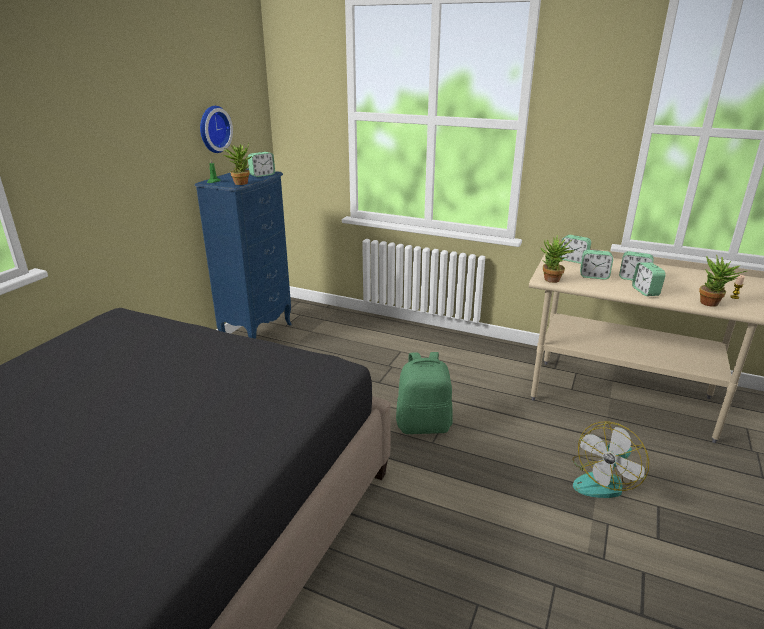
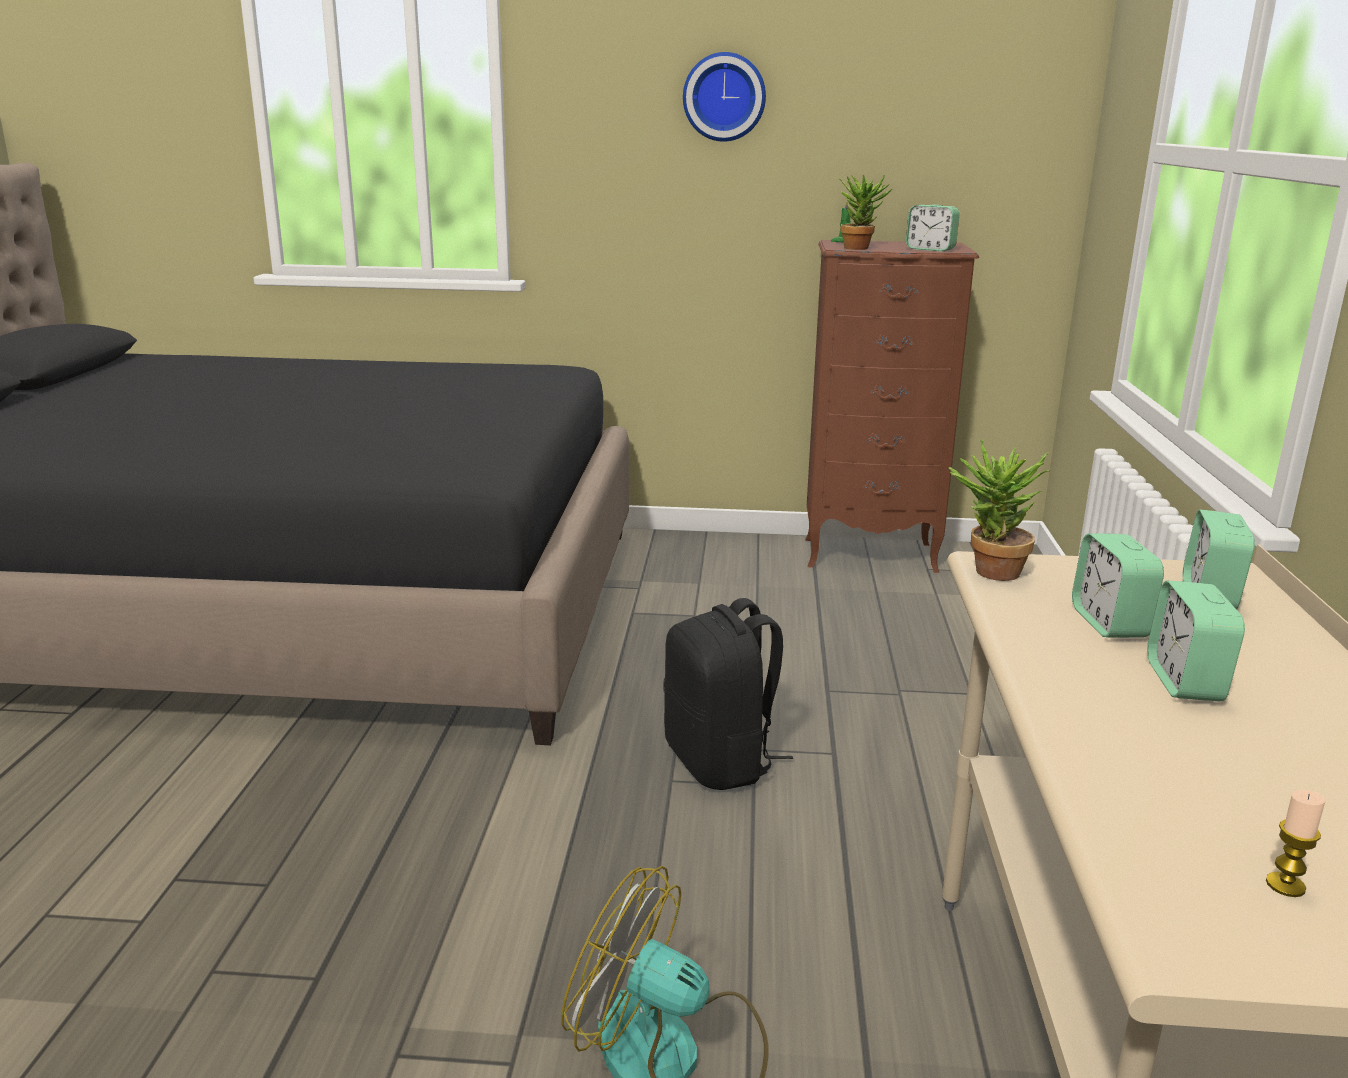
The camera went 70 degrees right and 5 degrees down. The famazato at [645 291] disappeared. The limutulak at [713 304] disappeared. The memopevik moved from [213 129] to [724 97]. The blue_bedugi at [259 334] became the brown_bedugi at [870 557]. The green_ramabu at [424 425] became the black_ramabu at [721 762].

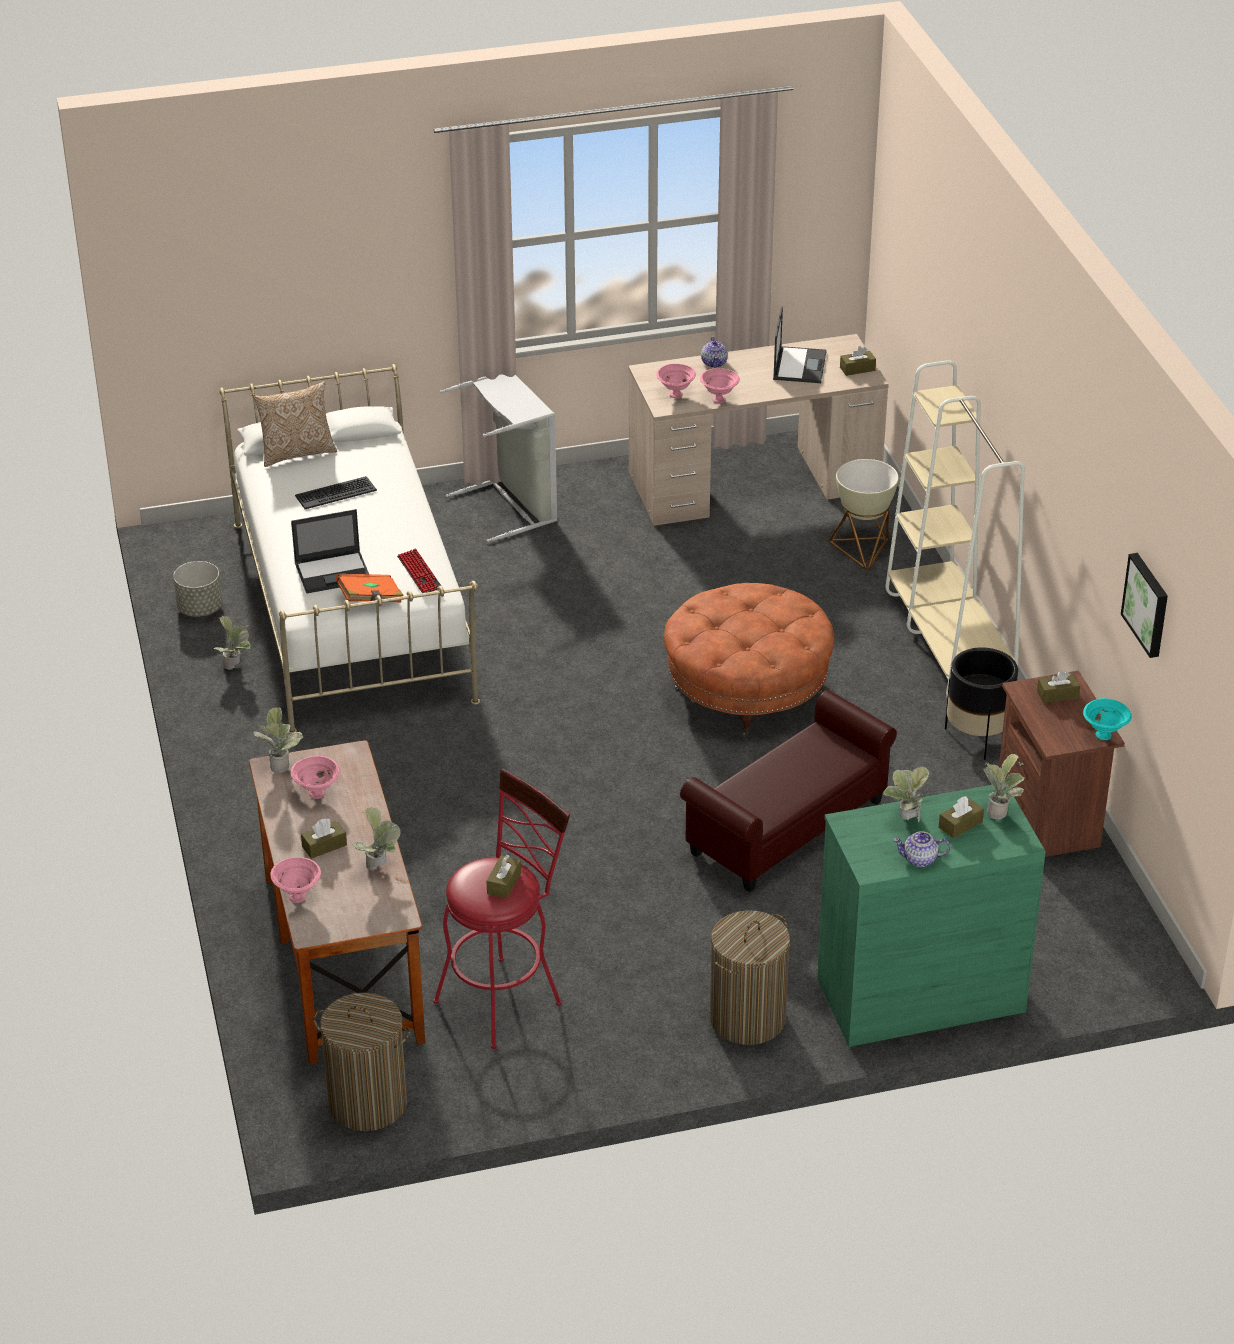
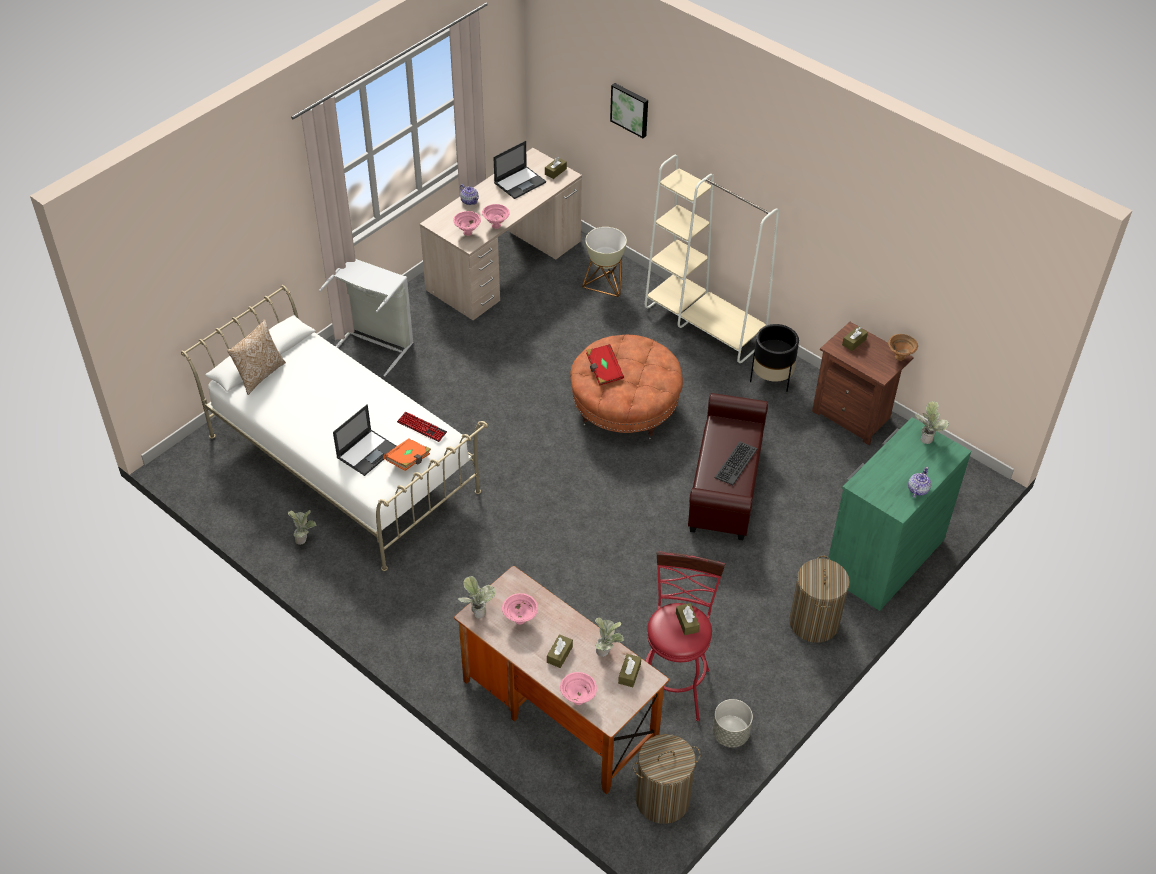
The camera went 35 degrees left and 10 degrees up. The limutulak at [905 820] disappeared. The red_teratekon at [603 371] appeared. The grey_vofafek moved from [200 609] to [730 734]. The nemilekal moved from [335 493] to [735 463]. The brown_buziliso moved from [960 824] to [629 674]. The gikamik moved from [1148 604] to [630 109]. The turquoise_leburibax at [1104 735] became the brown_leburibax at [900 357]. The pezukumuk at [799 365] turned 75 degrees clockwise. The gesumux at [920 859] turned 150 degrees clockwise.

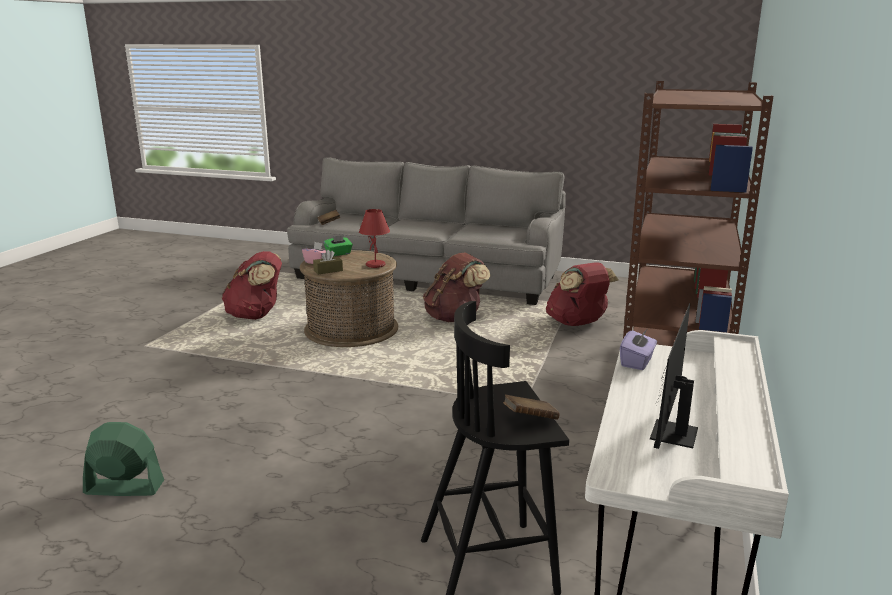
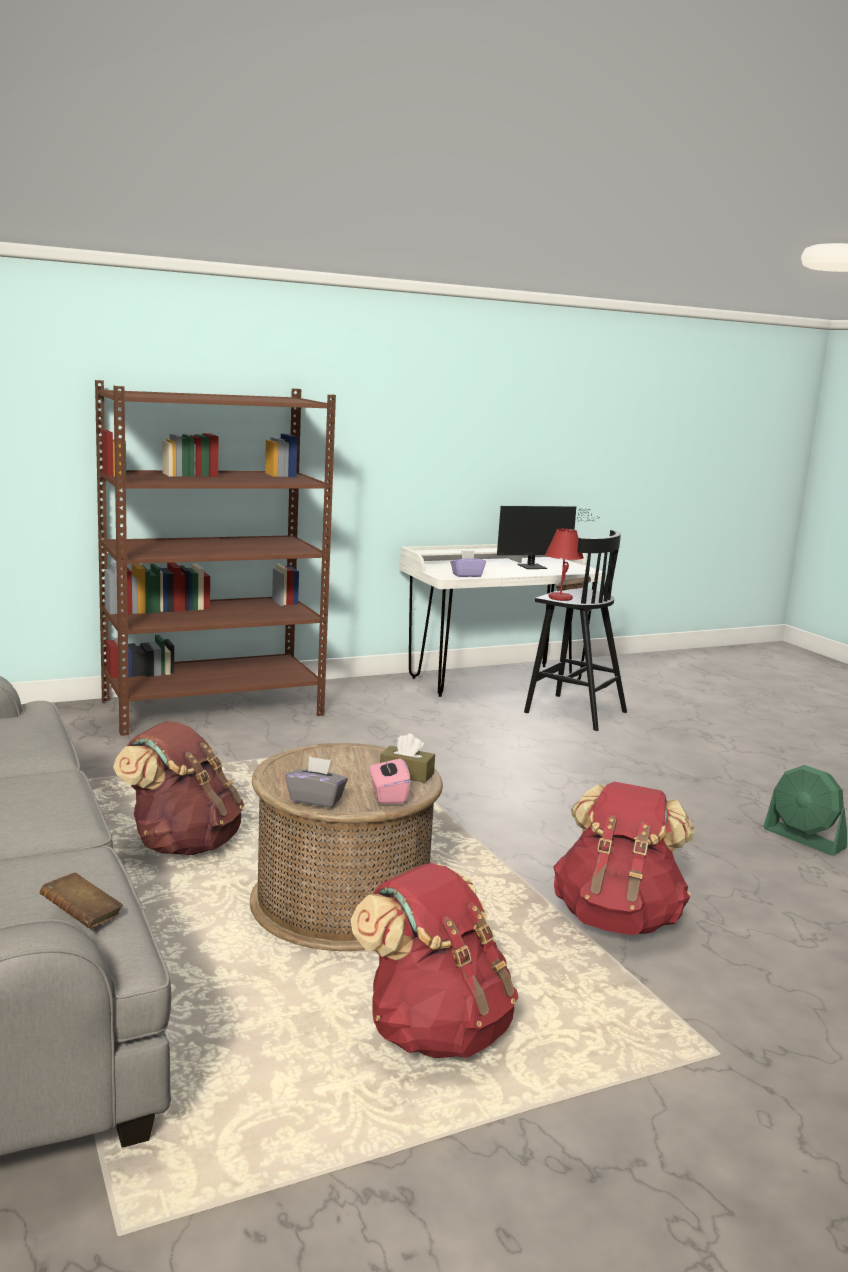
The camera went 135 degrees left and 5 degrees down. The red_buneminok moved from [376 265] to [560 598]. The red_ramabu moved from [577 323] to [617 918]. The green_buziliso at [338 254] became the grey_buziliso at [316 800].

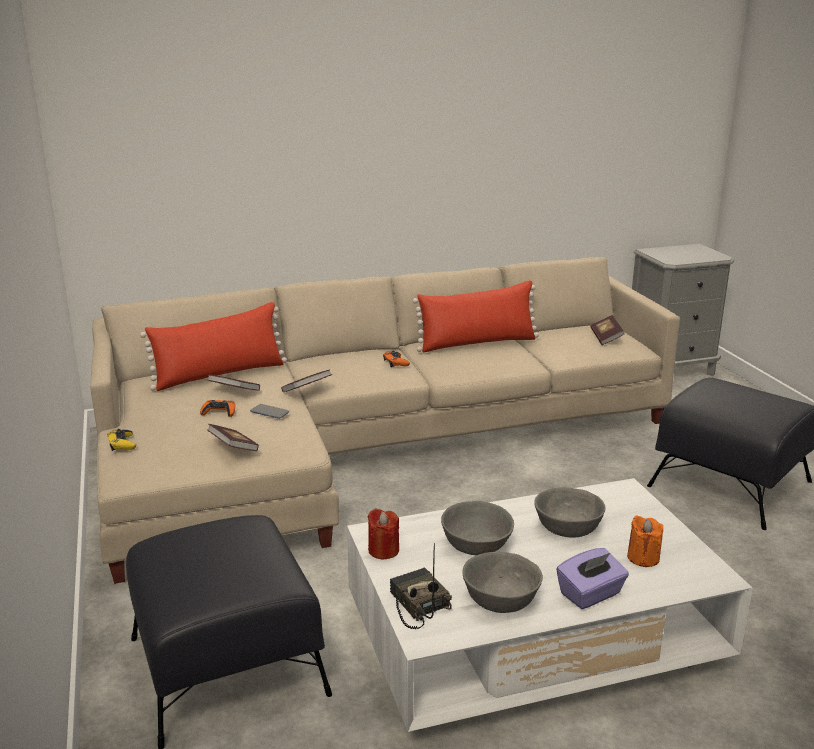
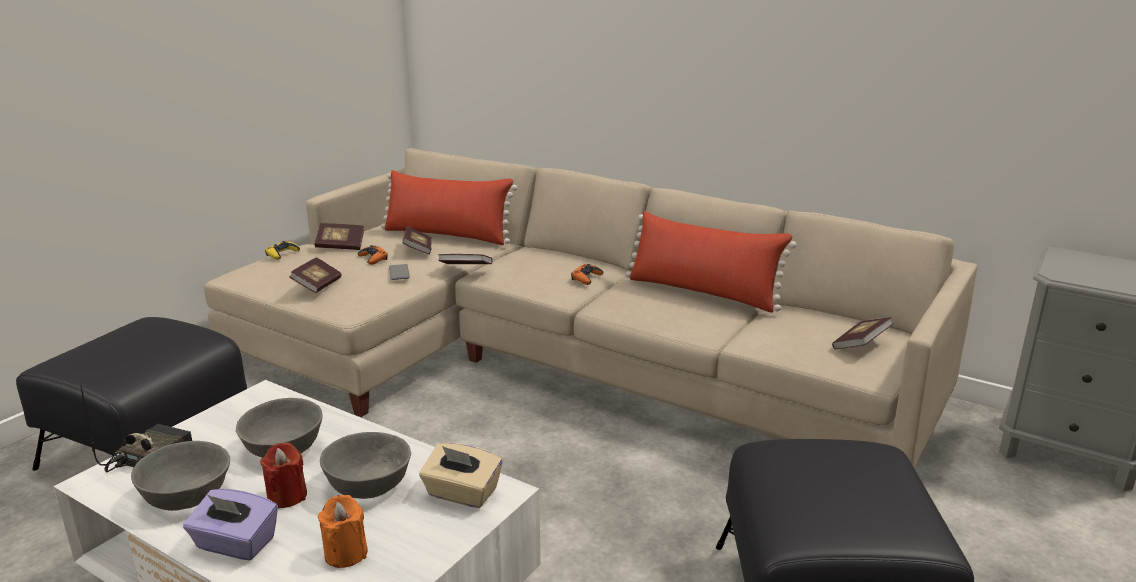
The camera went 50 degrees right and 0 degrees up. The teratekon at [340 246] appeared. The beige_buziliso at [462 494] appeared. The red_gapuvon moved from [383 550] to [287 496].

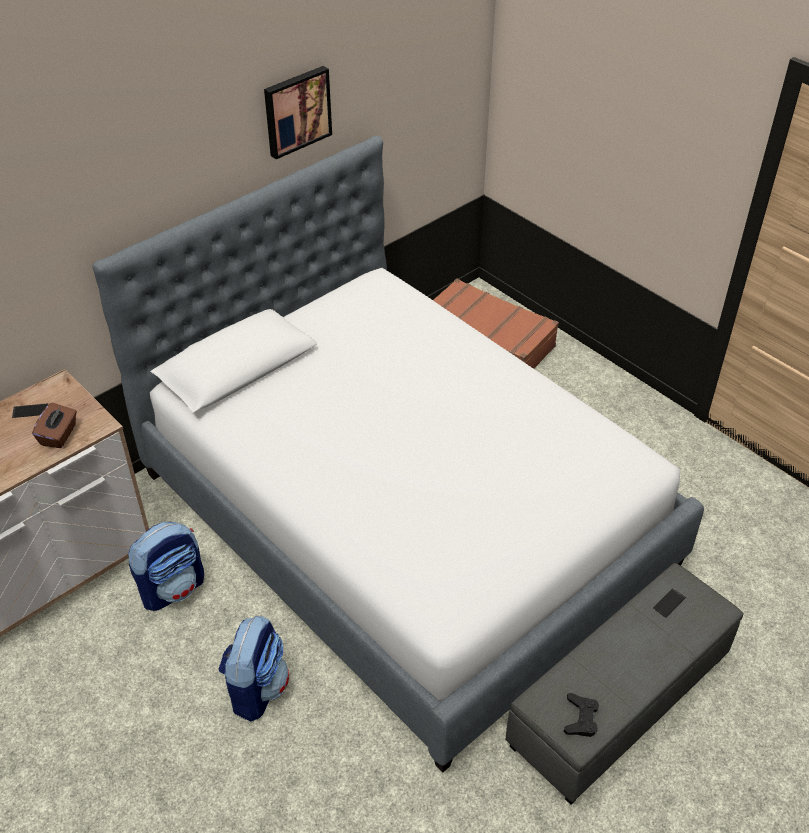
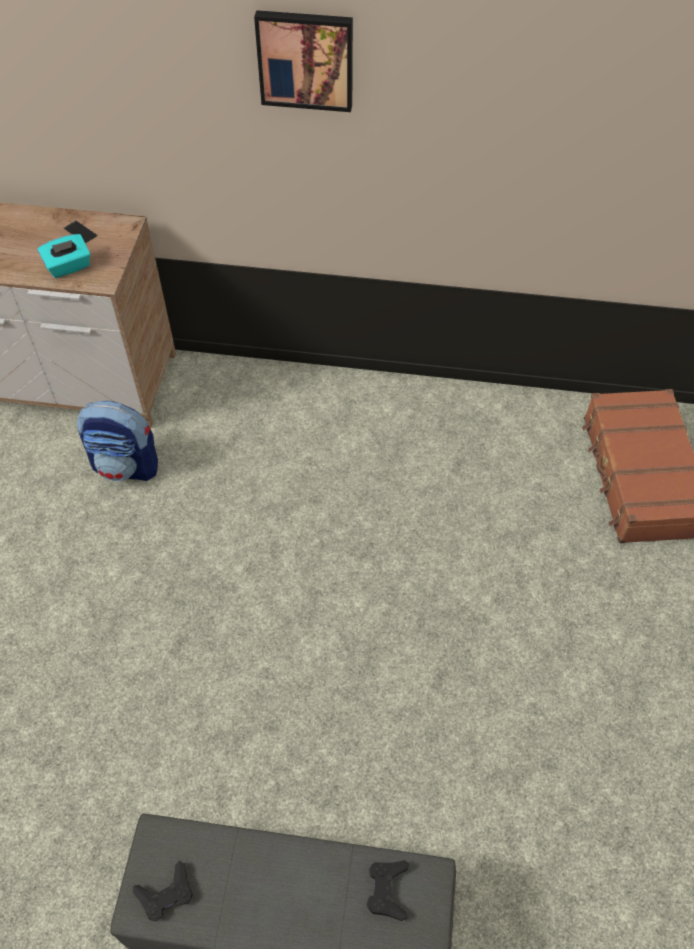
The camera went 50 degrees right and 10 degrees up. The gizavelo at [404 518] disappeared. The ramabu at [256 688] disappeared. The gikamik moved from [296 111] to [306 59]. The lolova at [669 603] was replaced by the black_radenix at [387 890]. The brown_buziliso at [59 435] became the turquoise_buziliso at [69 267].

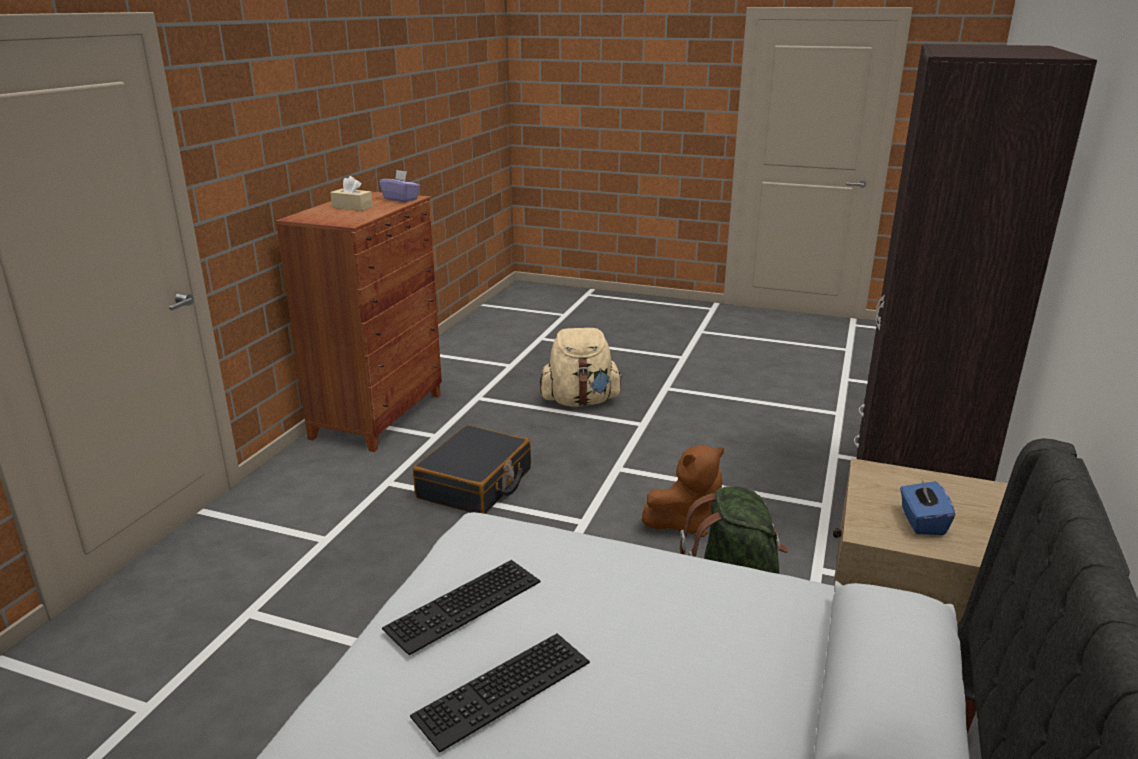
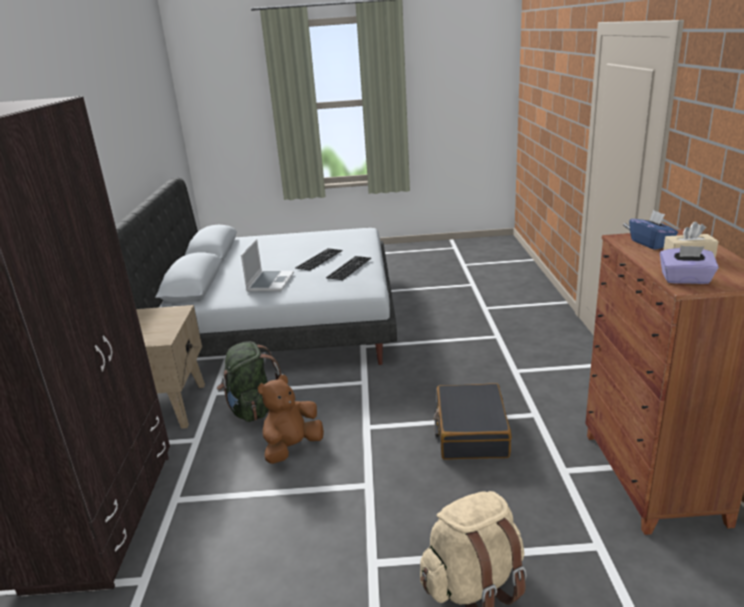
The camera went 160 degrees right and 0 degrees up. The pezukumuk at [270 282] appeared. The blue_buziliso moved from [922 522] to [651 243].

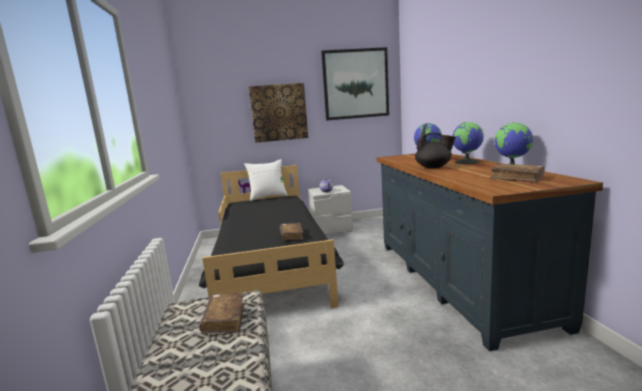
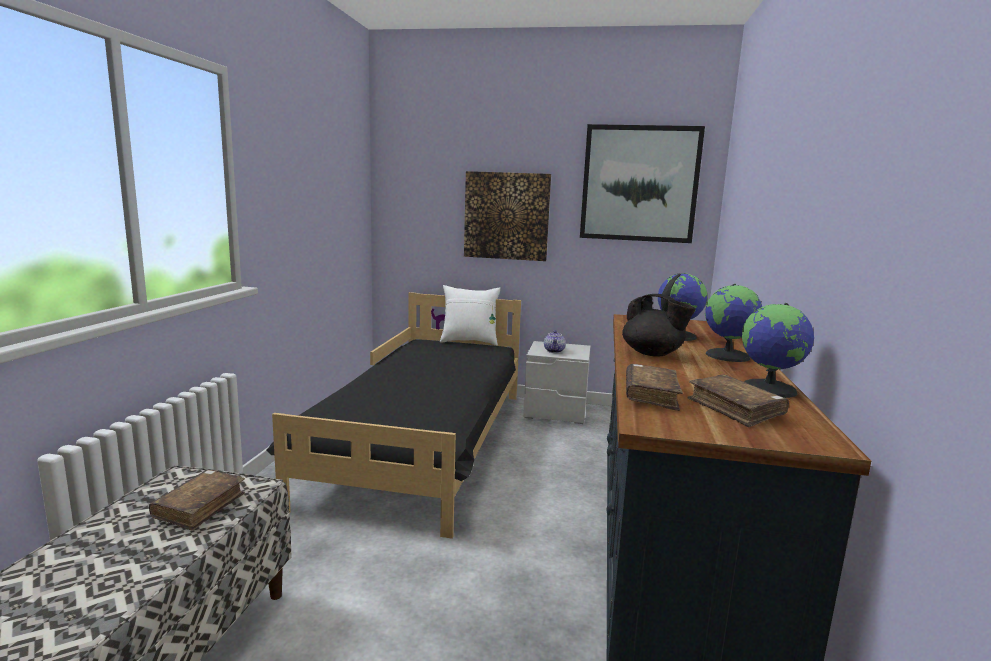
The camera went 20 degrees right and 0 degrees up. The brown_teratekon moved from [291 236] to [650 396].

